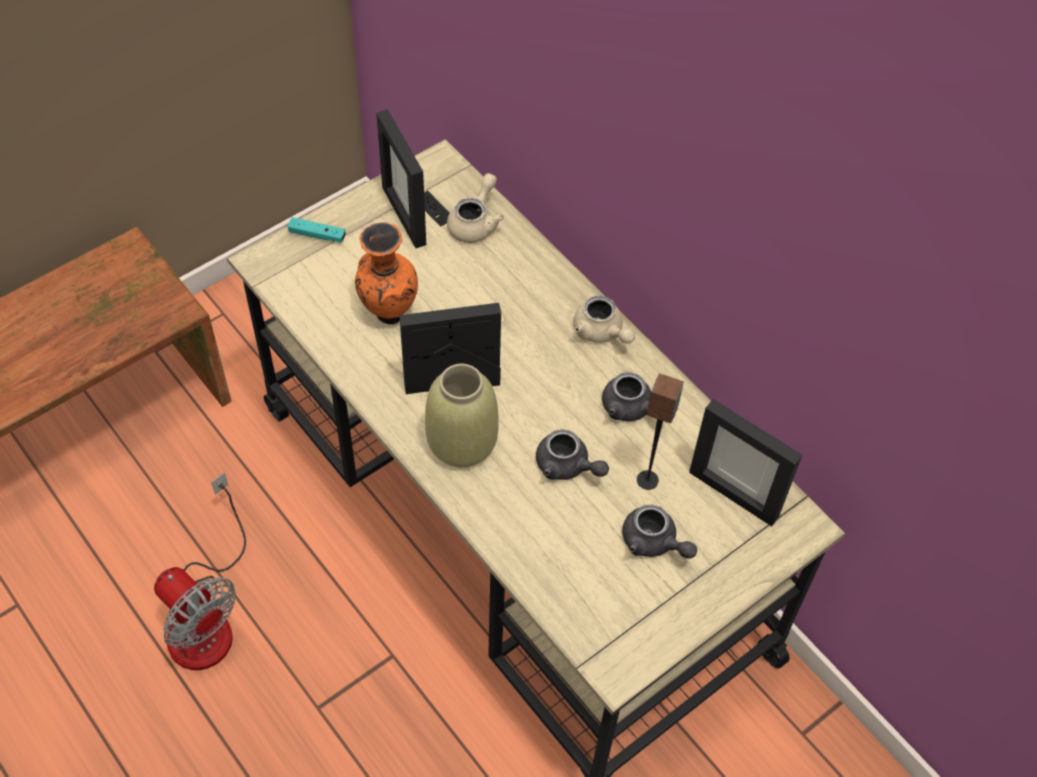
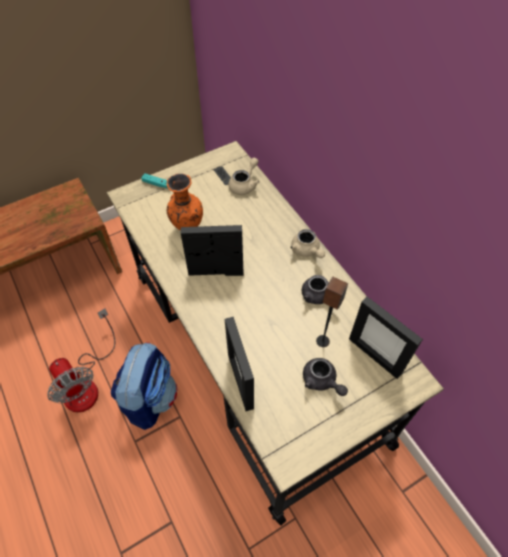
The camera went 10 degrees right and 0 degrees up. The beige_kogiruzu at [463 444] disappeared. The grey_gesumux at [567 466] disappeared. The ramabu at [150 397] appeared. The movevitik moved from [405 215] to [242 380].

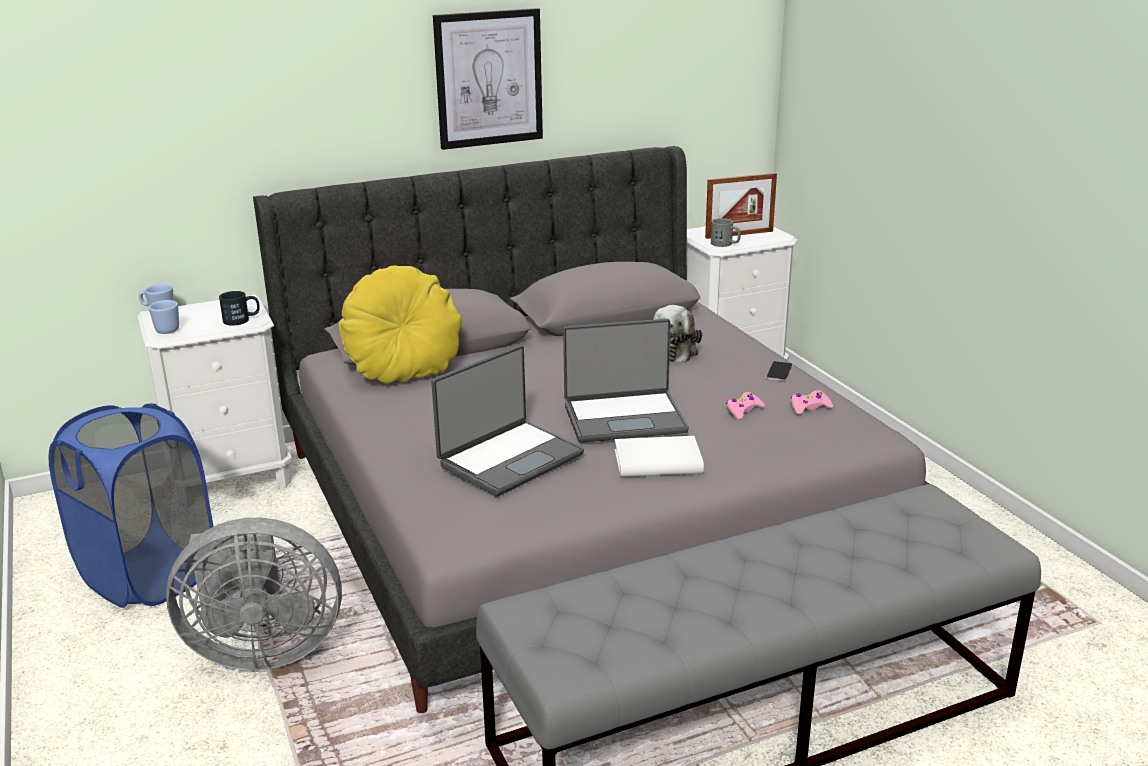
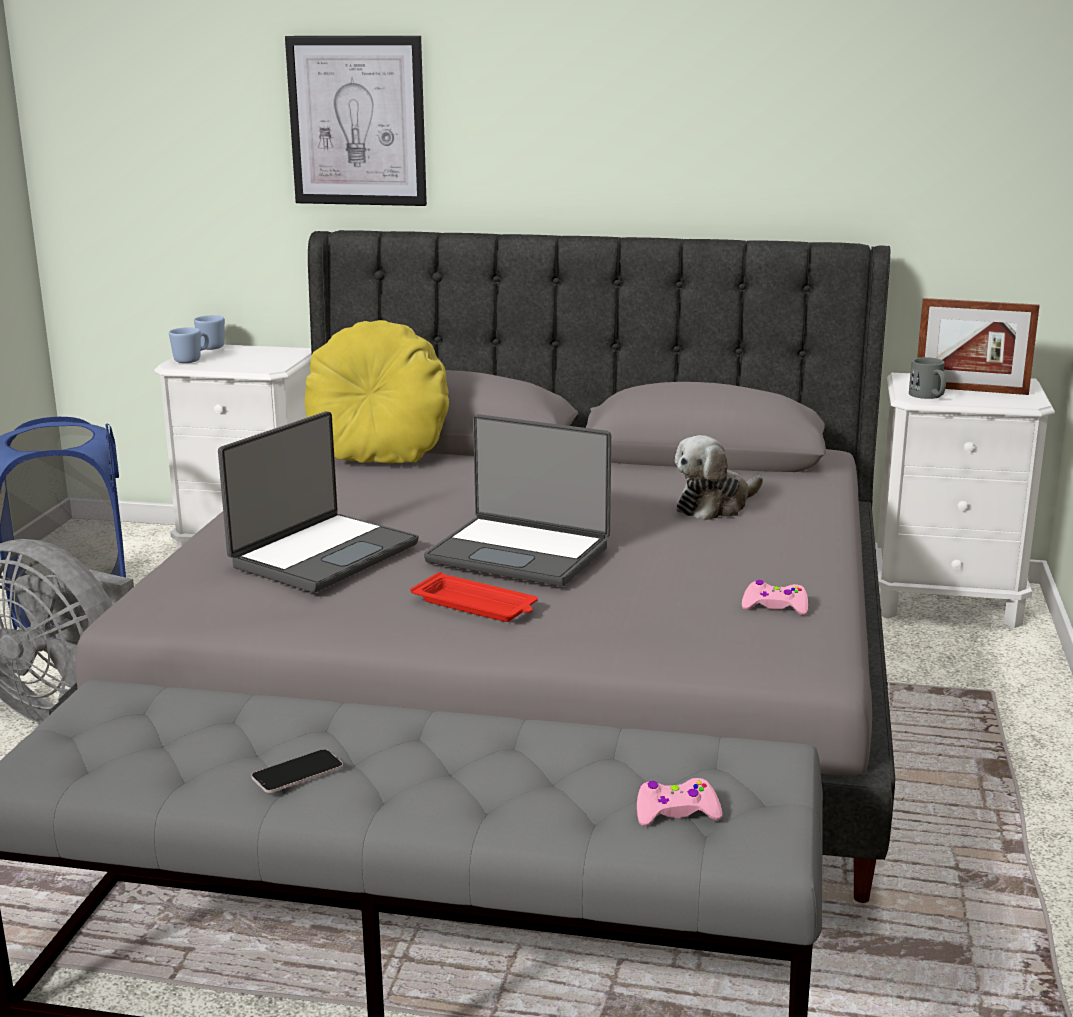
The camera went 35 degrees right and 5 degrees down. The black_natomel at [242 320] disappeared. The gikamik moved from [489 78] to [357 121]. The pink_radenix moved from [743 410] to [676 812]. The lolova moved from [779 372] to [297 772]. The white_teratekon at [658 462] was replaced by the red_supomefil at [476 605]. The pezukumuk at [509 459] turned 45 degrees counterclockwise.

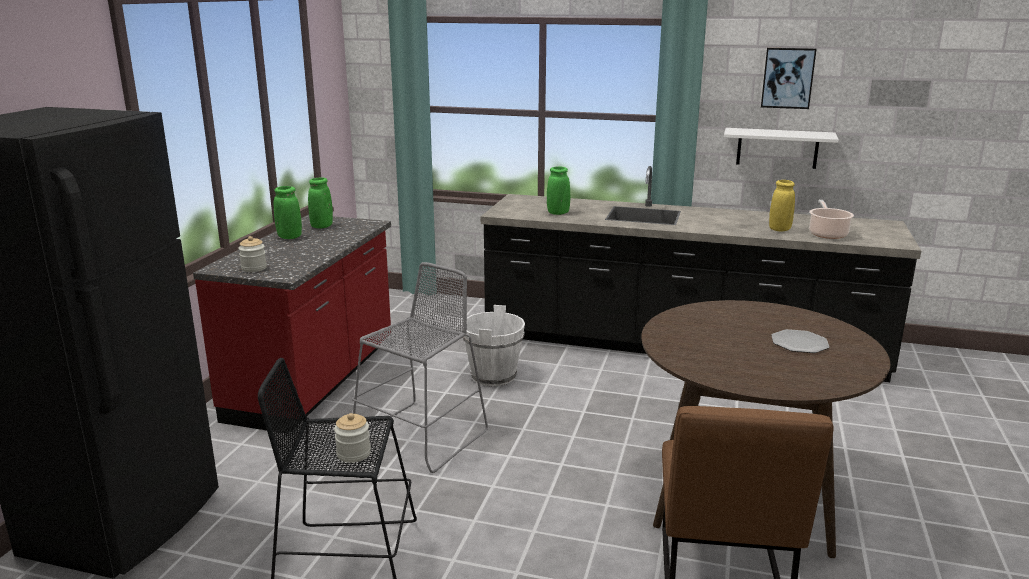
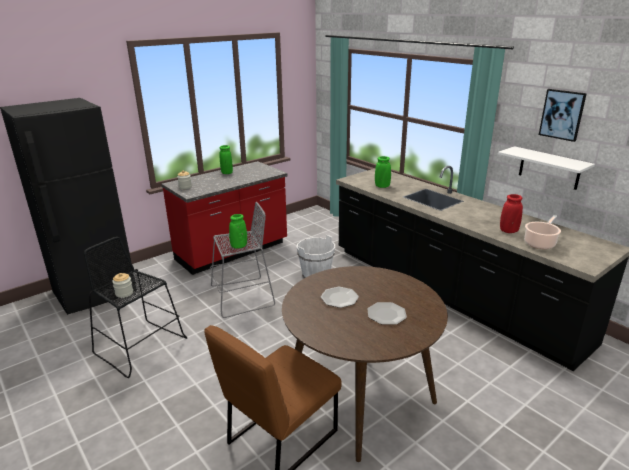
The camera went 35 degrees right and 5 degrees up. The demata at [339 298] appeared. The green_kogiruzu moved from [321 226] to [239 246]. The yellow_kogiruzu at [780 229] became the red_kogiruzu at [508 231].

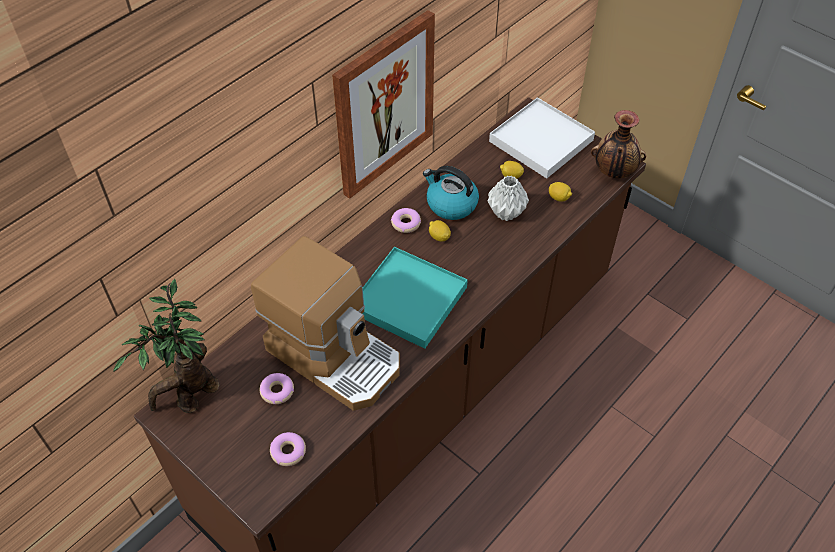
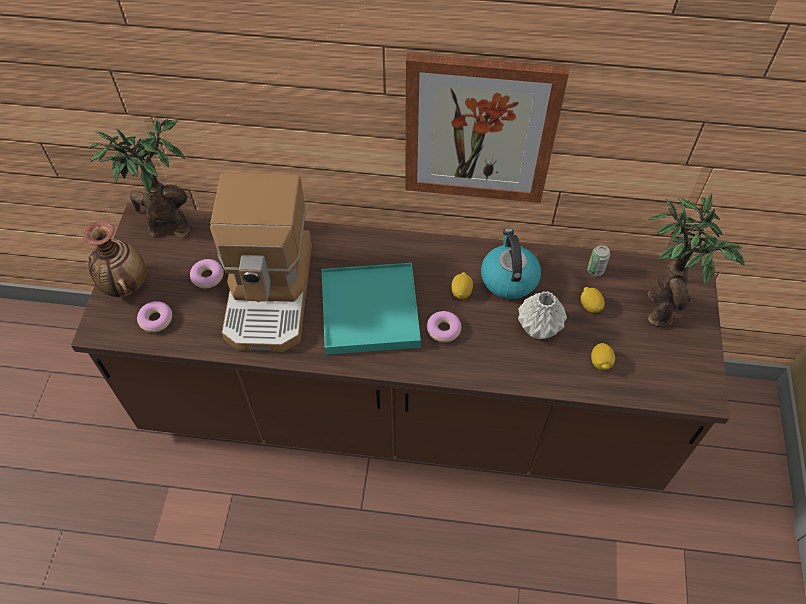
The camera went 55 degrees right and 5 degrees up. The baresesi at [595 270] appeared. The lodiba moved from [406 223] to [443 329]. The kogiruzu moved from [614 172] to [125 284]. The white_supomefil at [540 141] was replaced by the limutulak at [662 304].

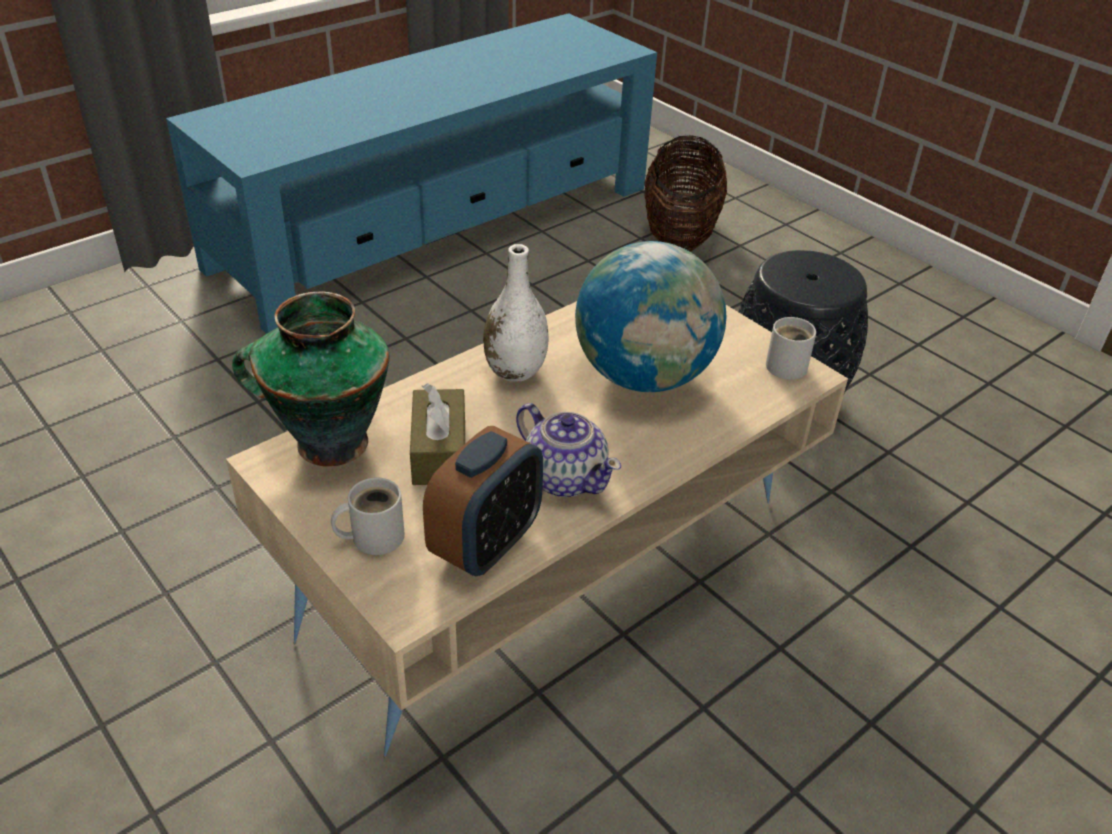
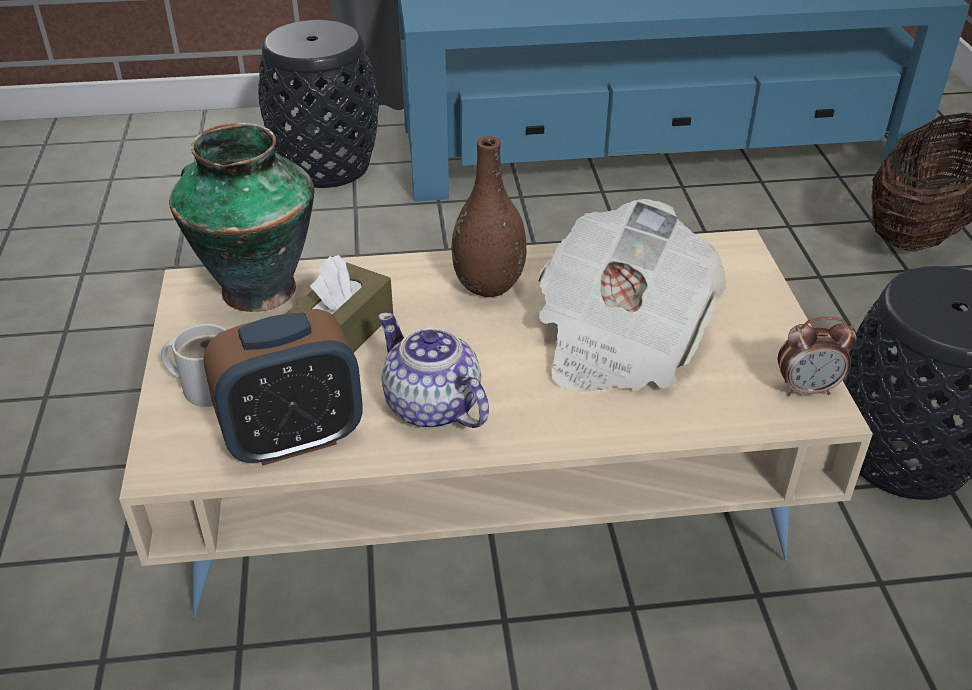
The camera went 35 degrees right and 0 degrees up. The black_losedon at [326 166] appeared. The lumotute at [644 376] was replaced by the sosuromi at [618 339]. The white_natomel at [788 364] was replaced by the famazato at [807 389]. The white_kogiruzu at [515 372] became the brown_kogiruzu at [488 286]. The gesumux at [565 477] turned 150 degrees clockwise.

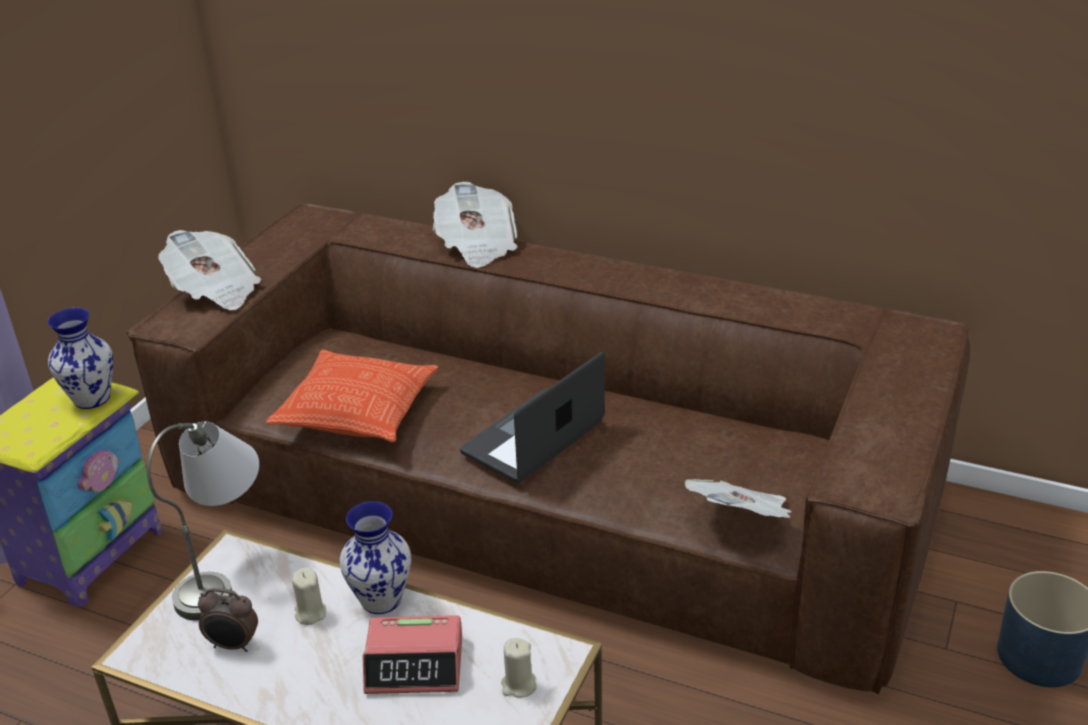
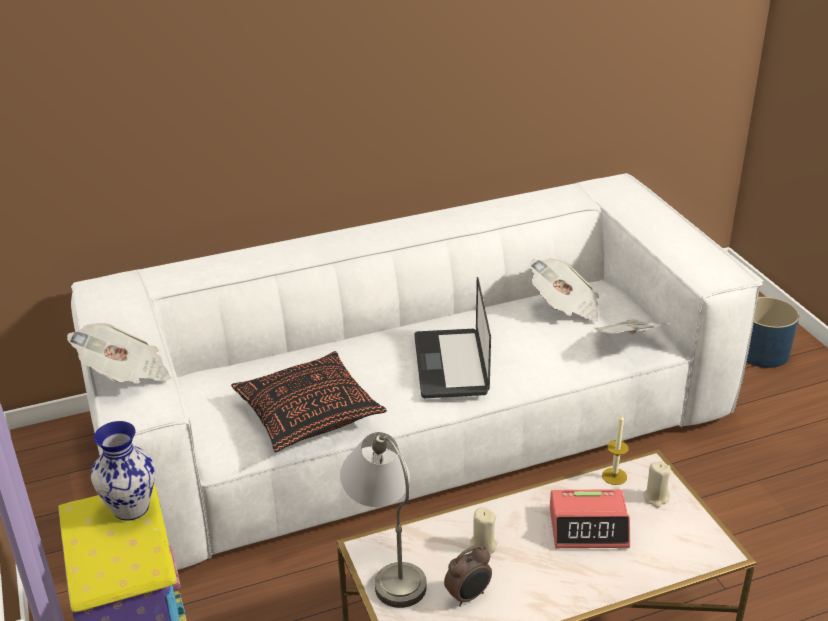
The camera went 45 degrees left and 0 degrees up. The kogiruzu at [380 599] disappeared. The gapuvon at [614 476] appeared. The sosuromi moved from [476 246] to [565 307]. The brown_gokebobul at [549 494] became the white_gokebobul at [416 419]. The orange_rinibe at [358 413] became the black_rinibe at [309 415]. The famazato at [415 665] turned 45 degrees clockwise.

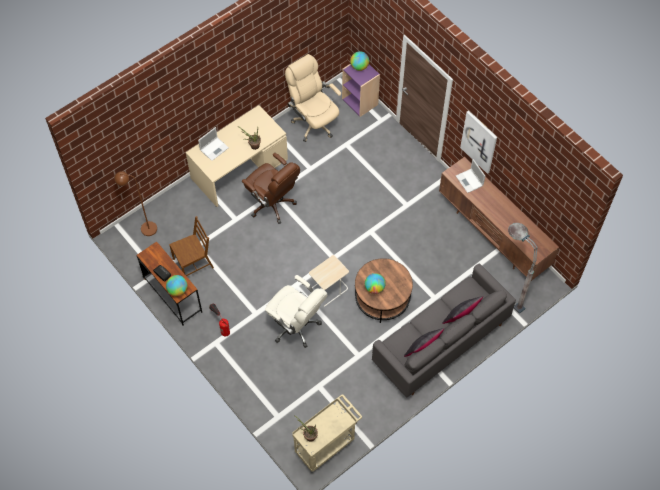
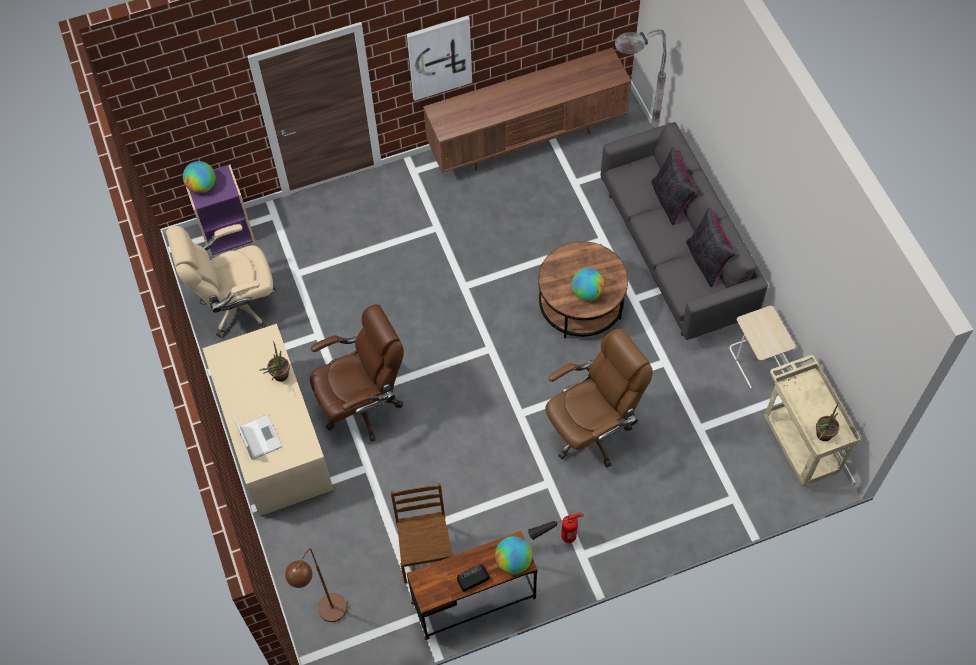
The camera went 70 degrees left and 0 degrees up. The pezukumuk at [469 181] disappeared. The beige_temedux moved from [328 290] to [757 361]. The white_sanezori at [296 327] became the brown_sanezori at [591 431].

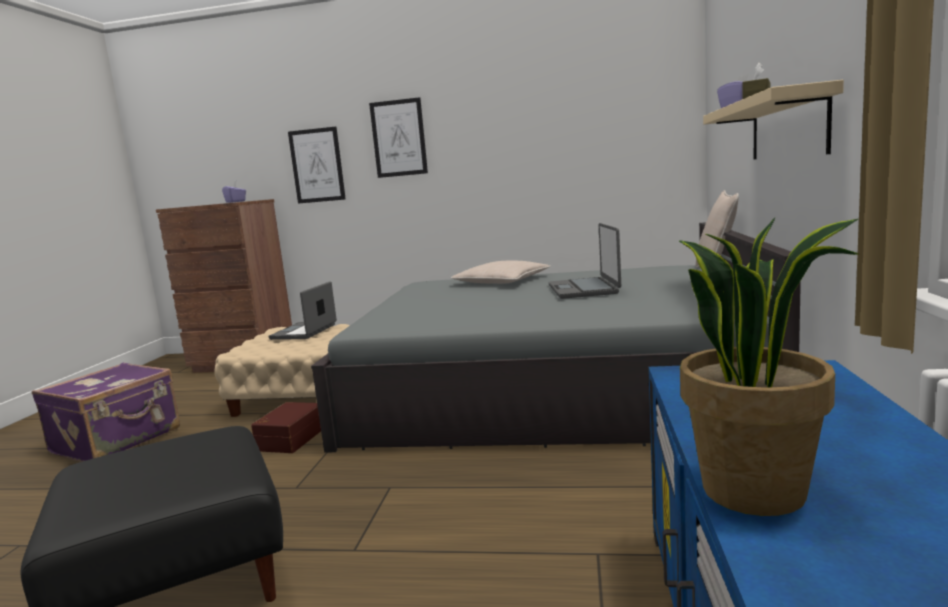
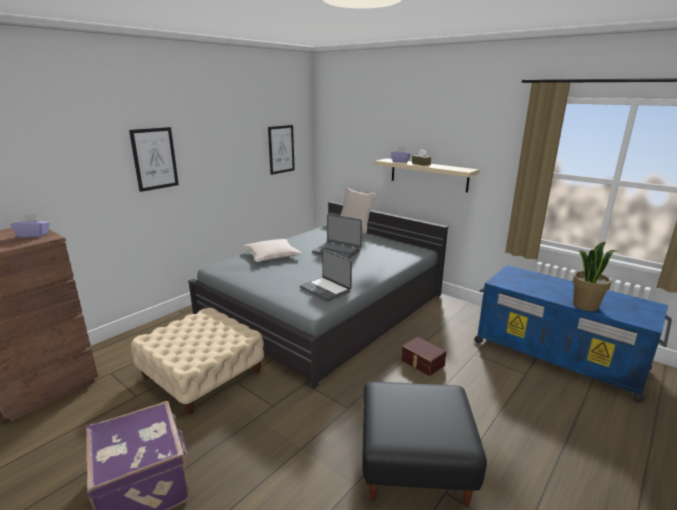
The camera went 60 degrees left and 10 degrees up. The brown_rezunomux moved from [289 439] to [422 363]. The pezukumuk moved from [305 332] to [326 289]. The gikamik moved from [317 165] to [281 149].

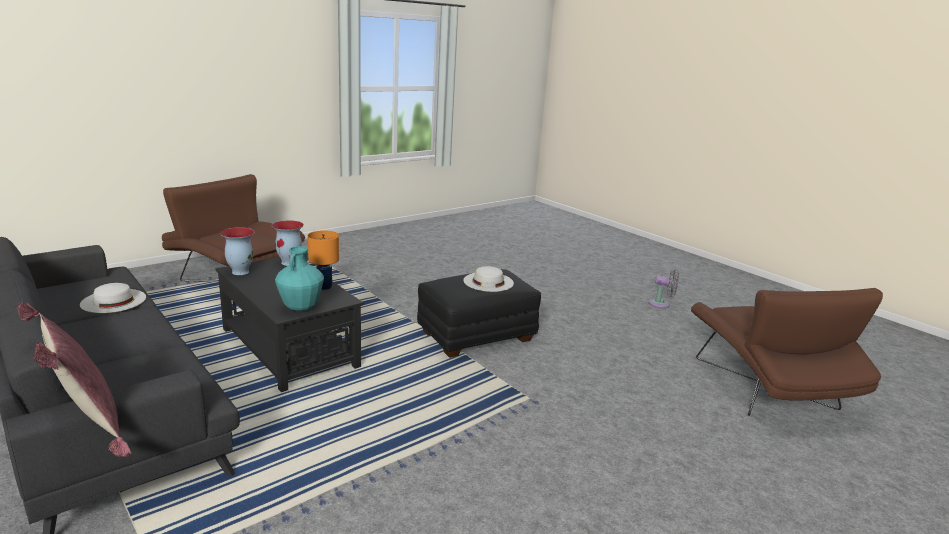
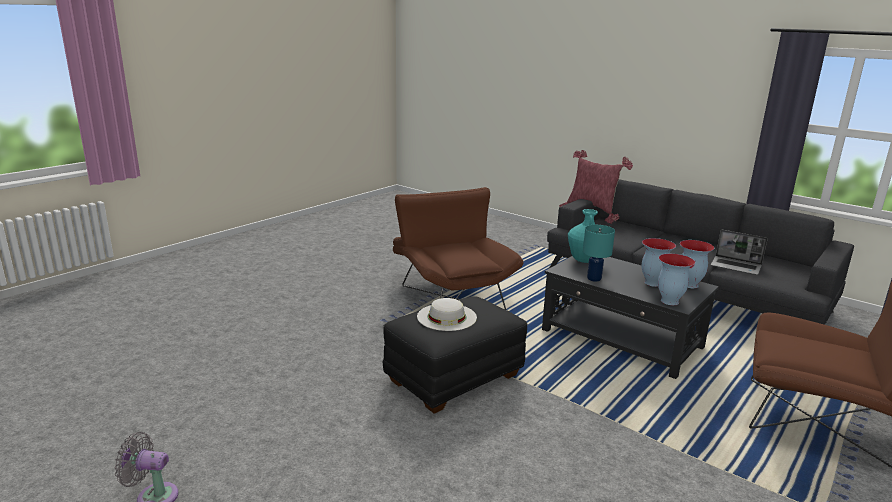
The camera went 170 degrees right and 0 degrees up. The kogiruzu at [652 283] appeared. The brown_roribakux moved from [767 389] to [451 294]. The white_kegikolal at [113 300] was replaced by the pezukumuk at [736 266]. The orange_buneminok at [323 287] became the turquoise_buneminok at [594 279].

